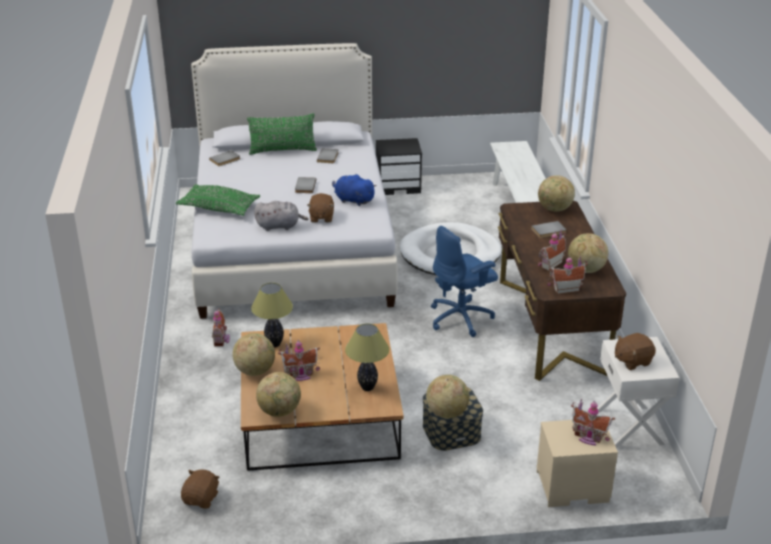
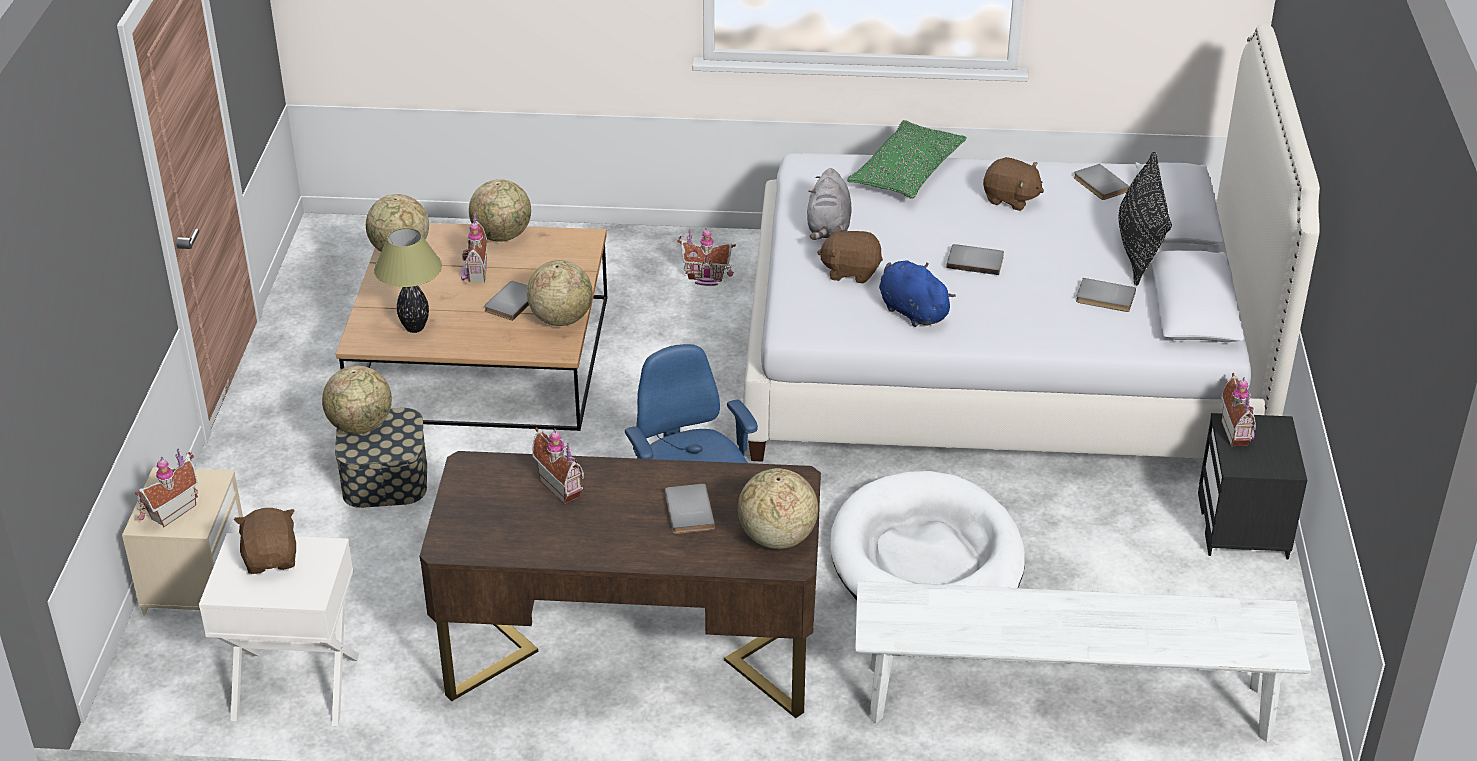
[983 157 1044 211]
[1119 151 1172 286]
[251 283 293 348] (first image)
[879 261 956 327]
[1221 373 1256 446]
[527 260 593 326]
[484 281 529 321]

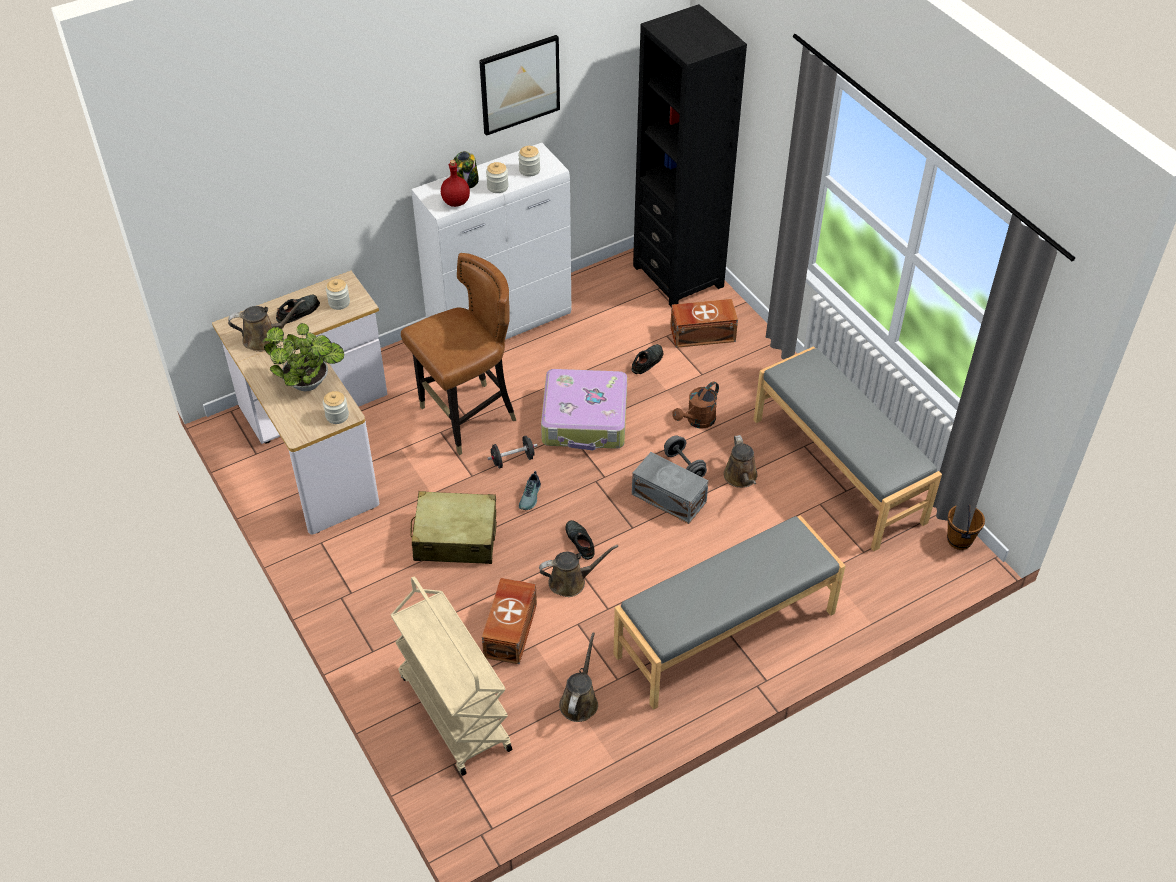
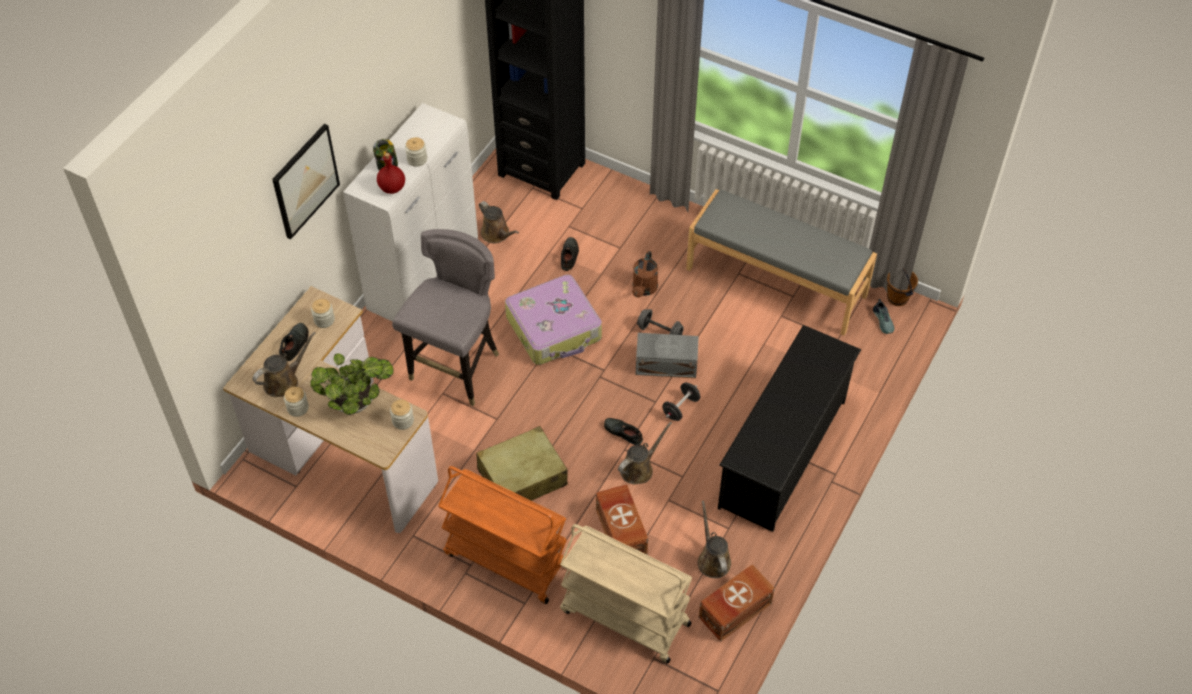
[392 229 499 406]
[272 124 340 240]
[662 382 700 421]
[284 387 309 417]
[873 299 894 334]
[718 325 861 532]
[699 565 775 642]
[479 201 519 243]
[438 466 567 604]

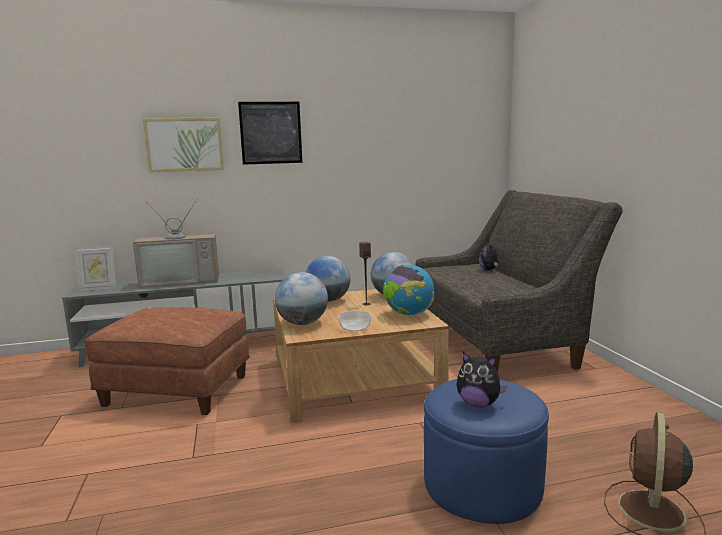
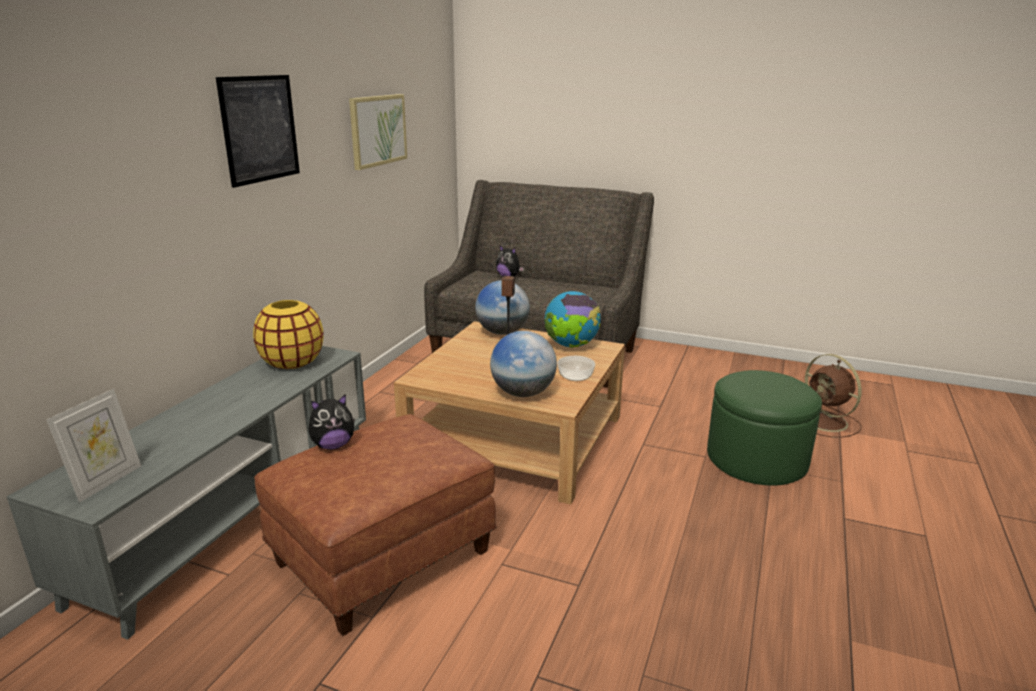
[133 200 219 288] (first image)
[349 94 407 170]
[306 256 351 302] (first image)
[707 370 822 486]
[309 394 355 450]
[253 300 324 369]

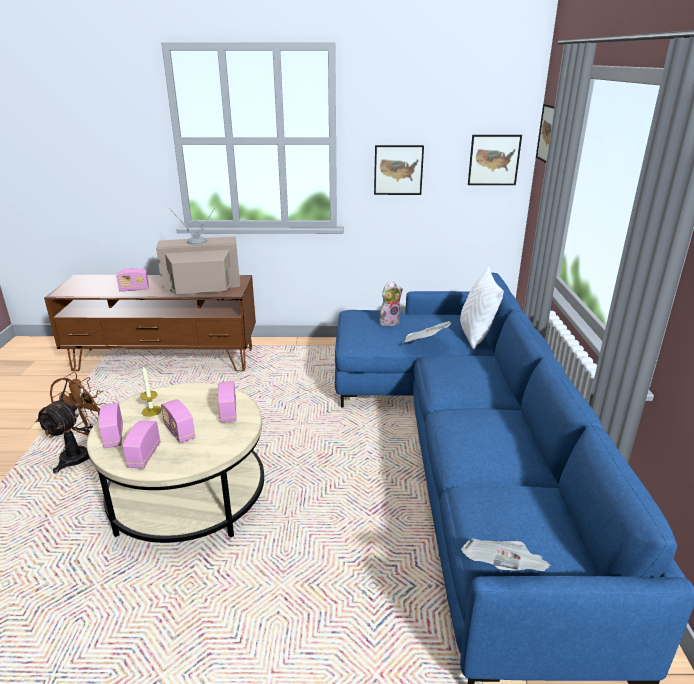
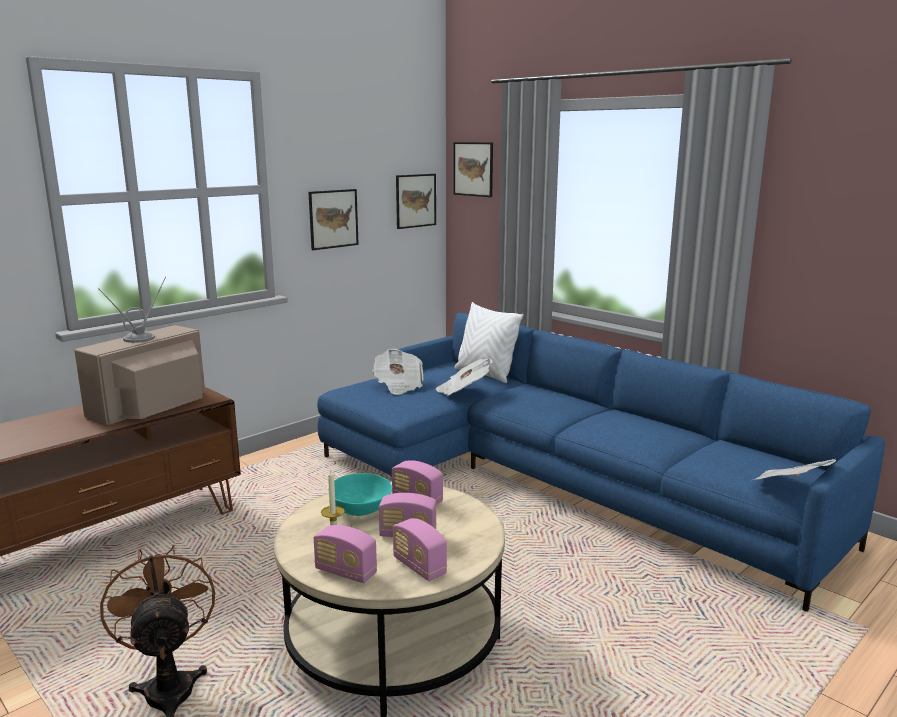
[116 268 149 292] (first image)
[372 349 423 395]
[328 473 392 516]

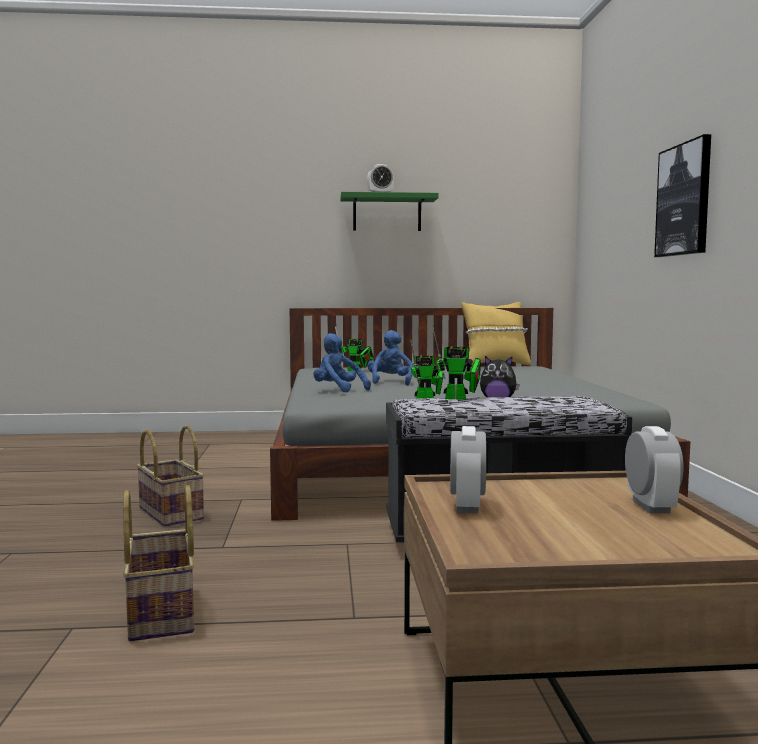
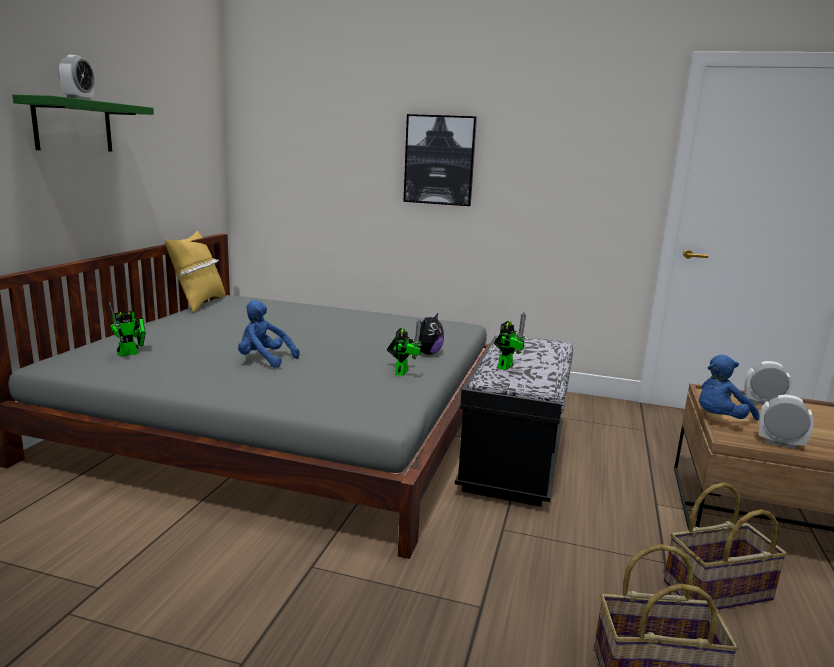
[664 483 787 610]
[699 355 759 420]

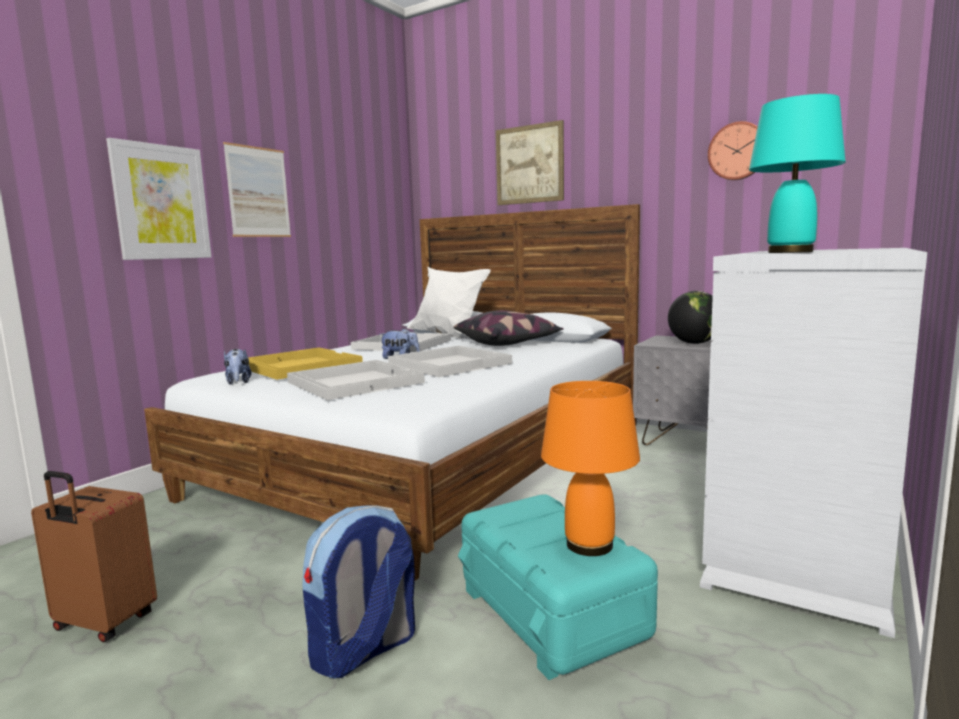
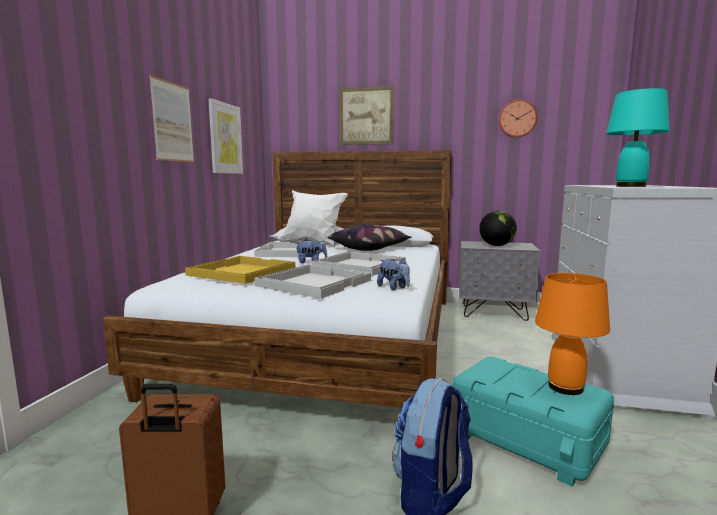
[208 98 243 174]
[377 258 410 290]

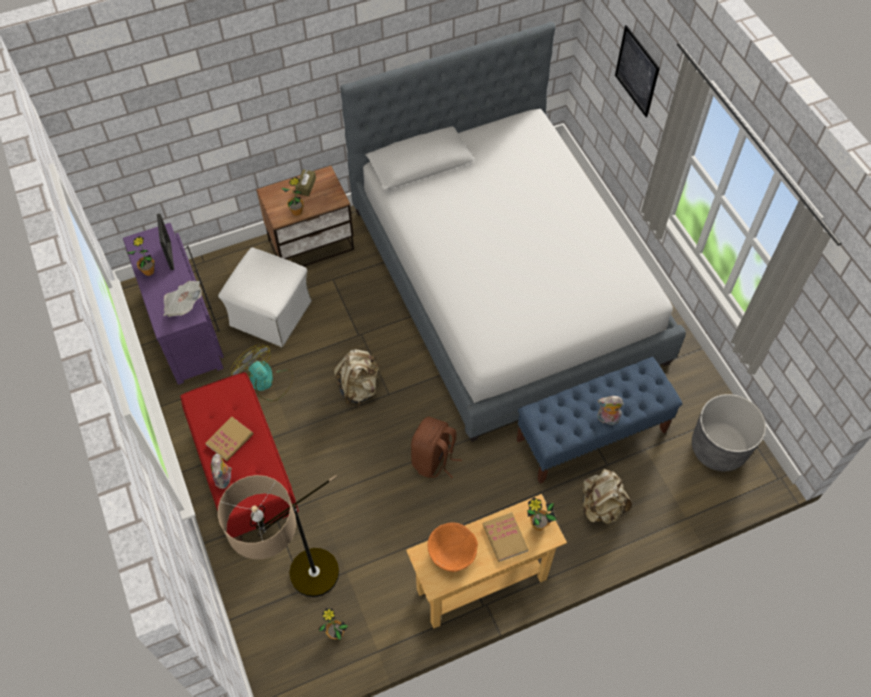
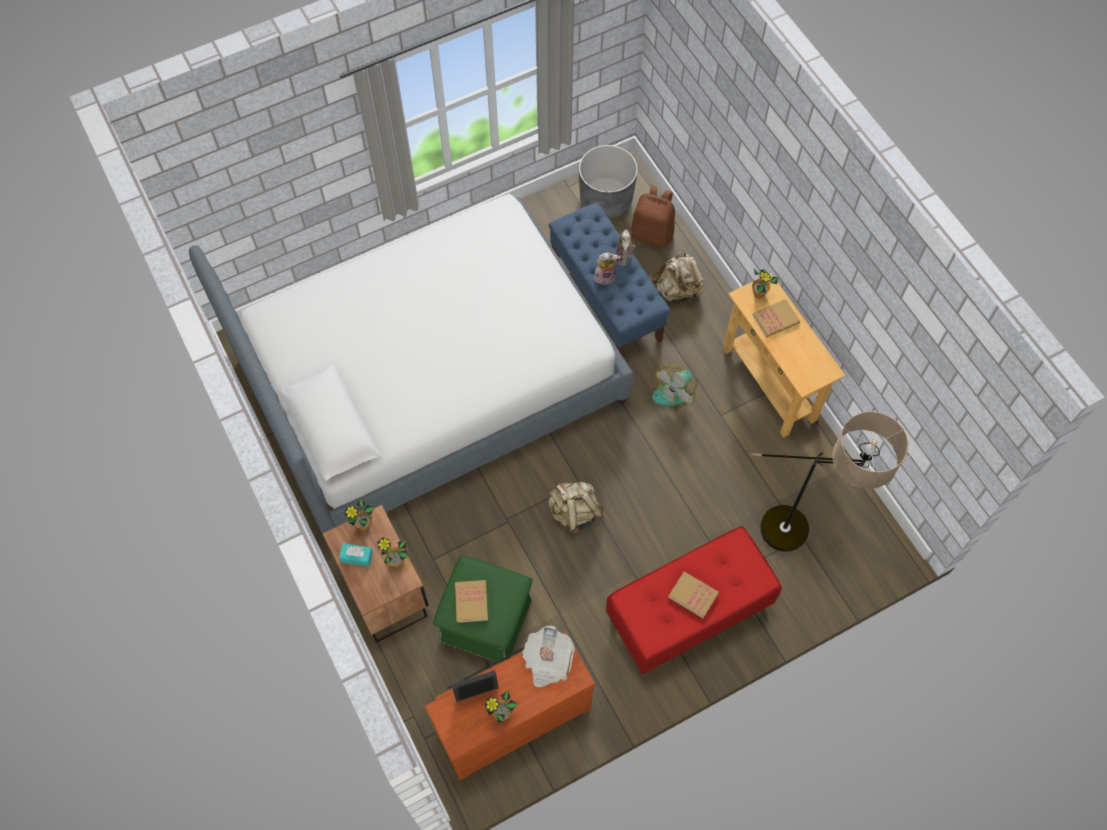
[425 632 595 780]
[594 253 621 285]
[433 555 532 663]
[652 365 697 407]
[339 543 373 566]
[345 498 374 530]
[632 185 675 247]
[428 522 478 572] (first image)
[615 25 660 117] (first image)
[455 580 488 623]

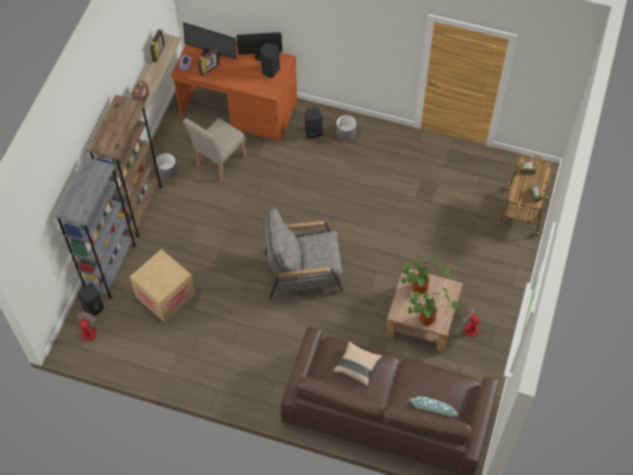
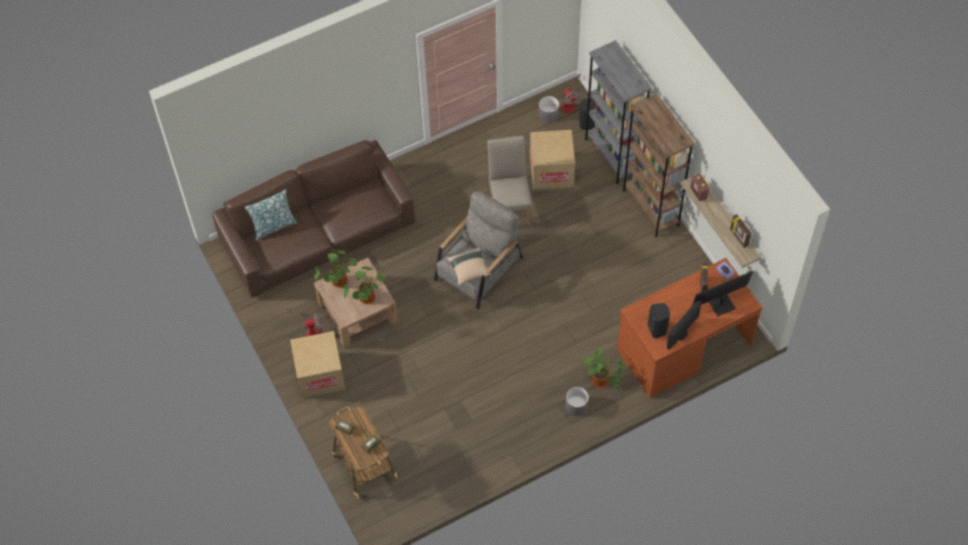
[539 96 559 123]
[487 135 532 225]
[581 348 624 388]
[447 247 491 285]
[290 331 346 398]

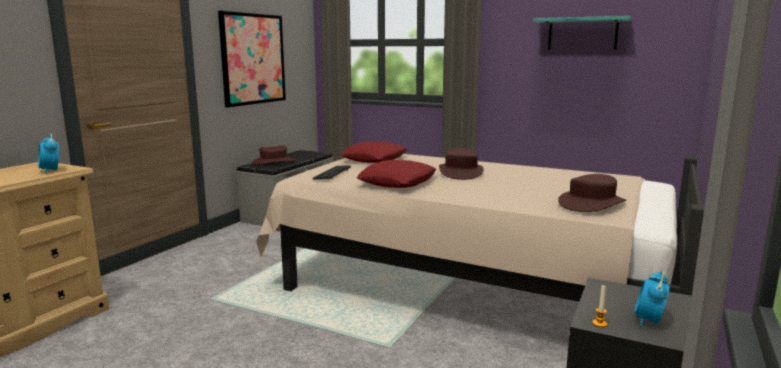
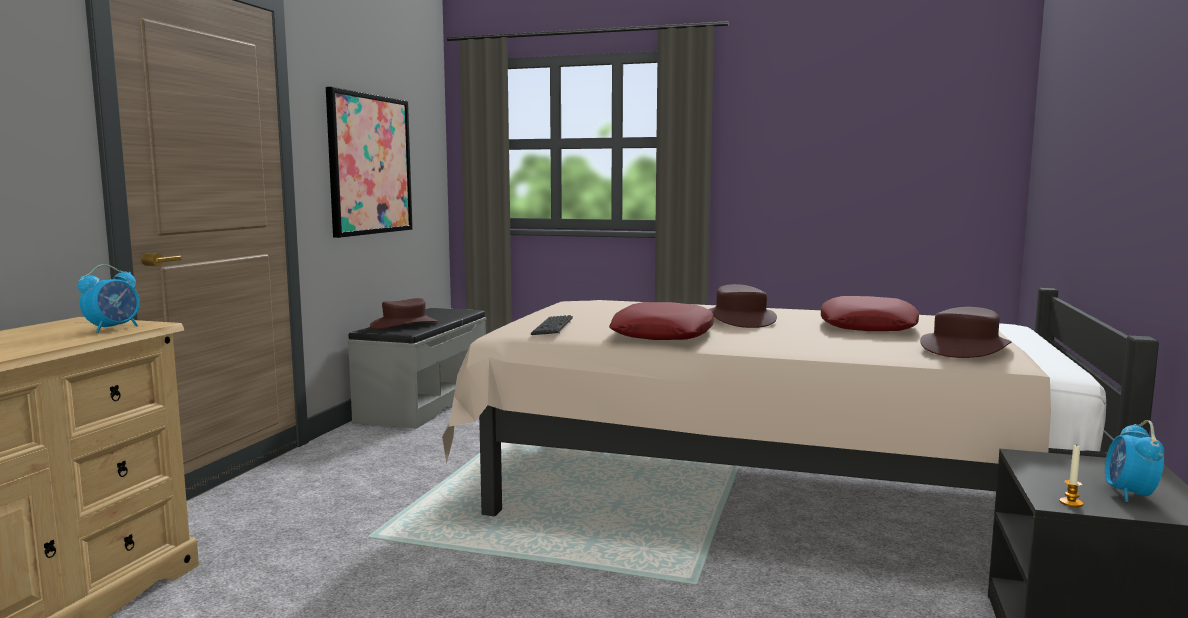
[78 264 140 333]
[821 296 919 331]
[533 16 632 50] (first image)

